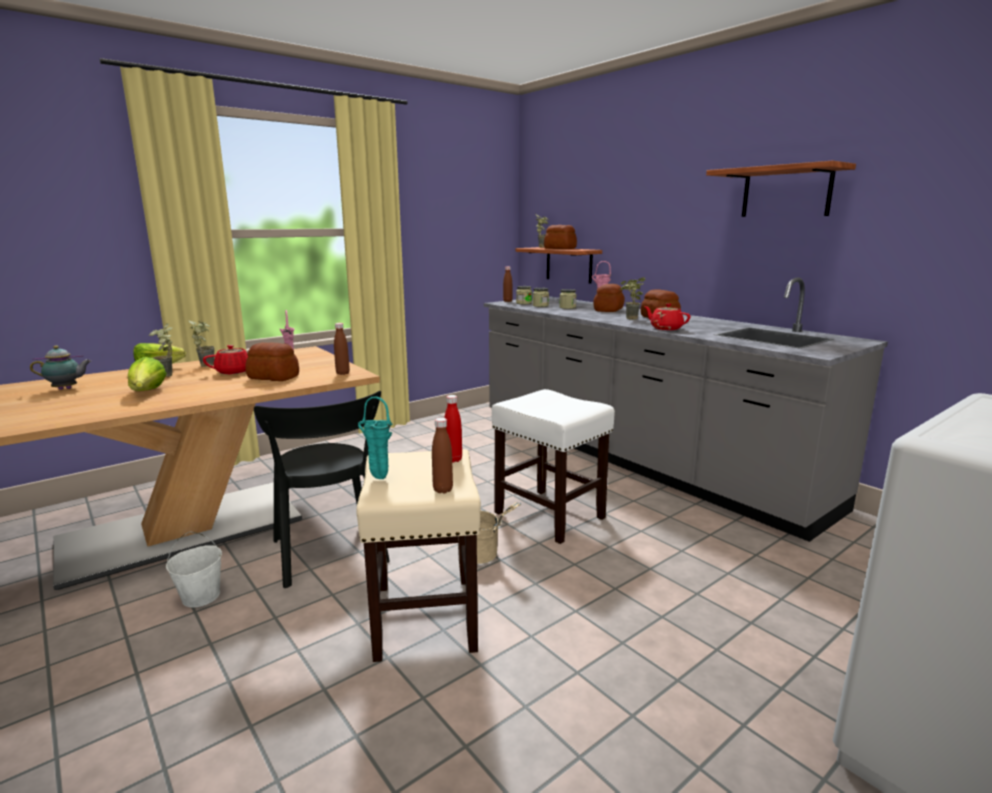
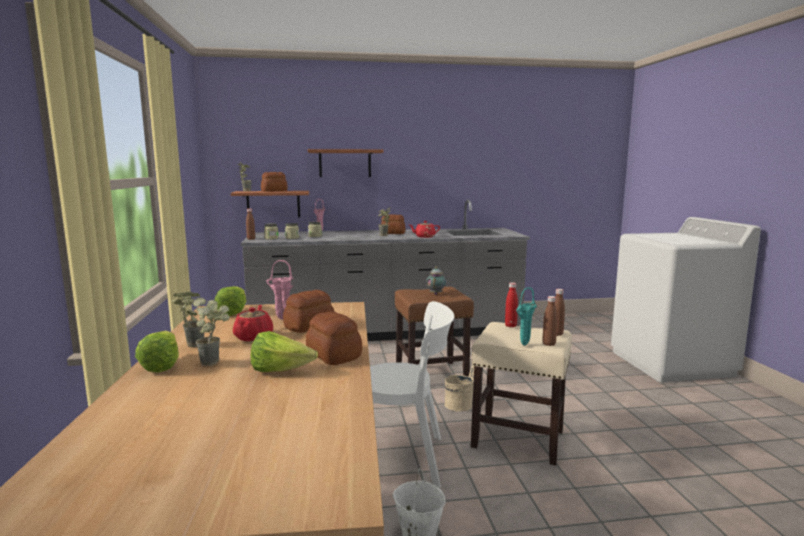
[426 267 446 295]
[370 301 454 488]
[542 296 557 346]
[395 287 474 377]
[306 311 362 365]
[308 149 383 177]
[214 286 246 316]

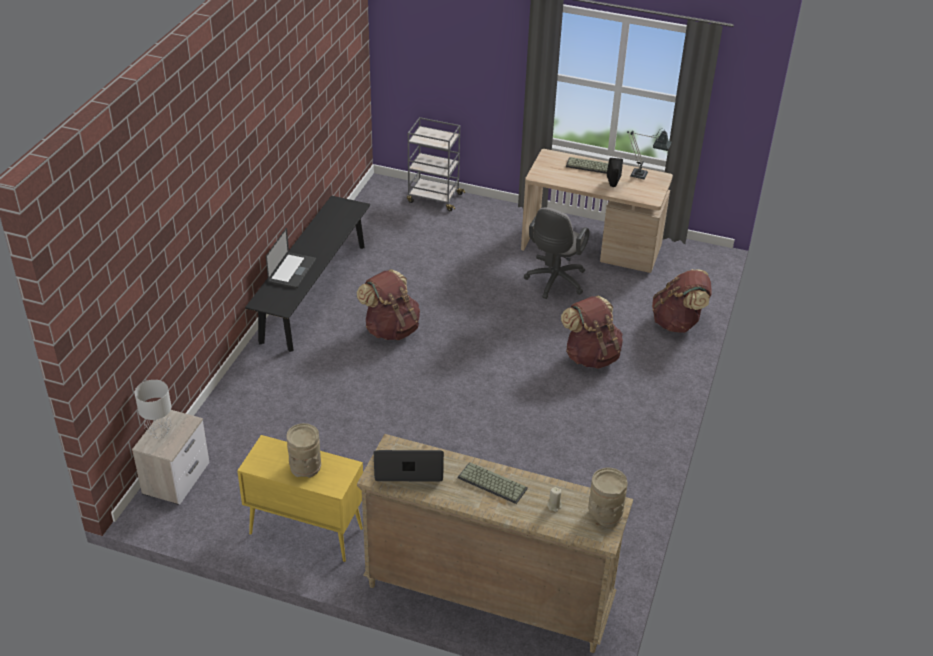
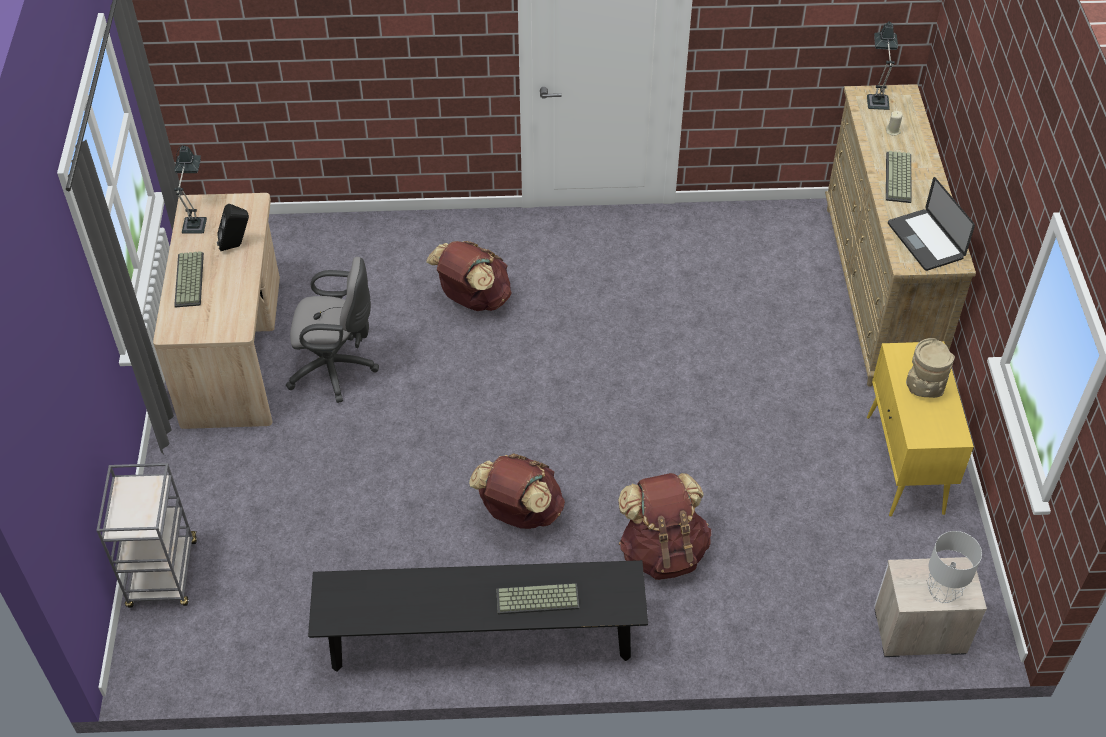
[496 583 579 615]
[867 21 898 110]
[618 473 711 580]

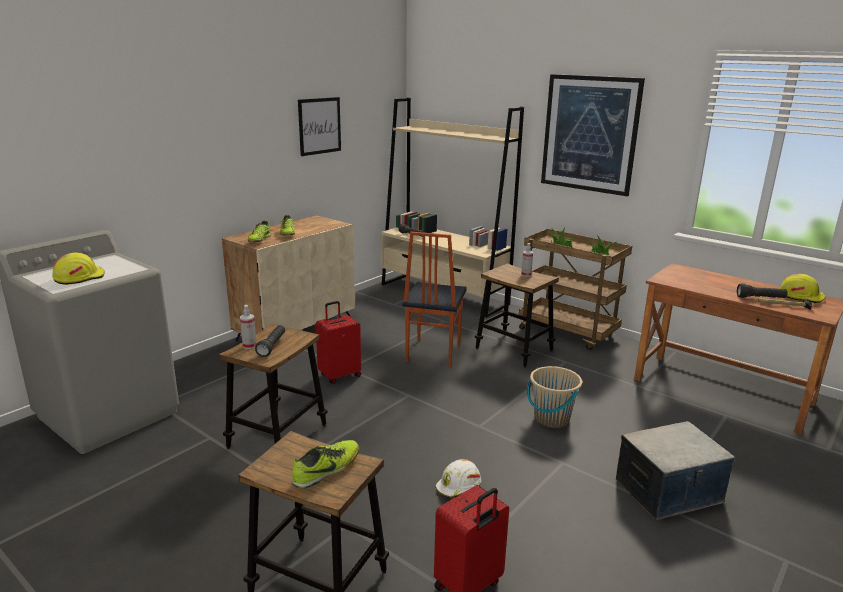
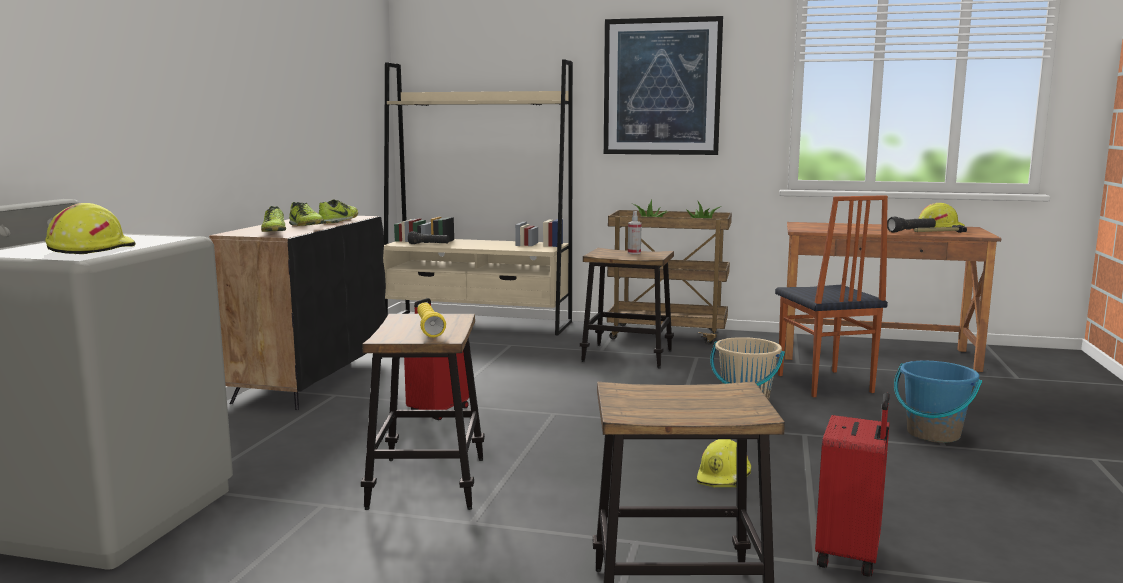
[209 216 387 410]
[240 305 256 349] (first image)
[417 302 446 337]
[319 199 358 224]
[298 97 341 156] (first image)
[775 195 888 397]
[697 439 751 487]
[894 361 982 443]

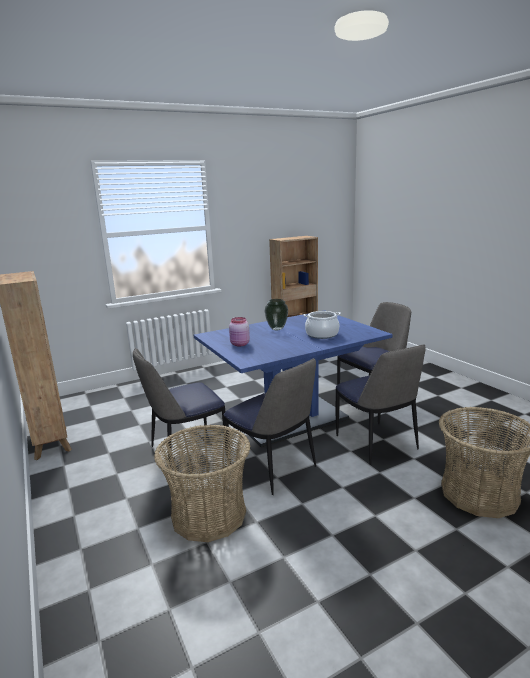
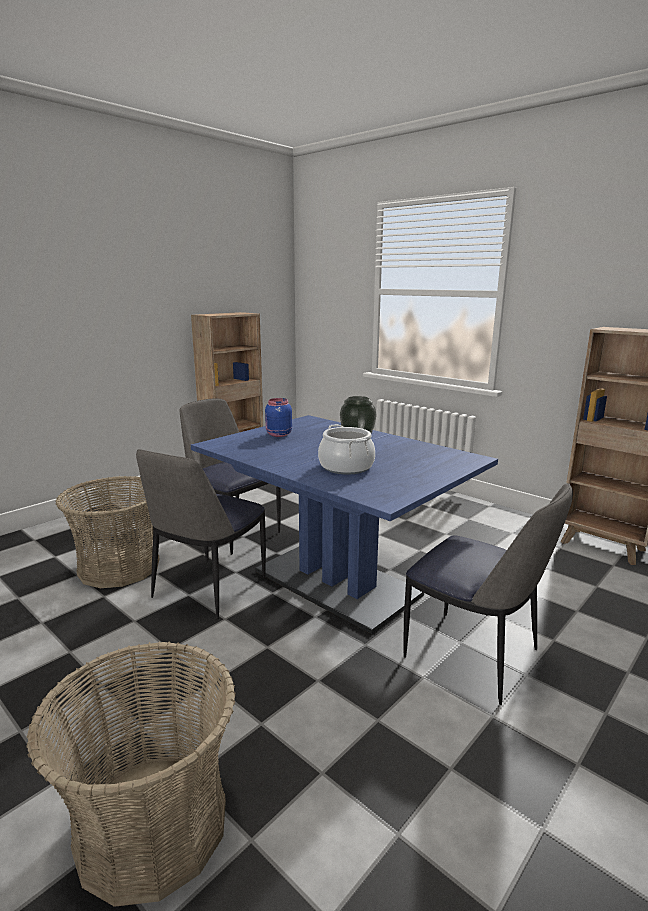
[265 398 292 437]
[335 345 426 465] (first image)

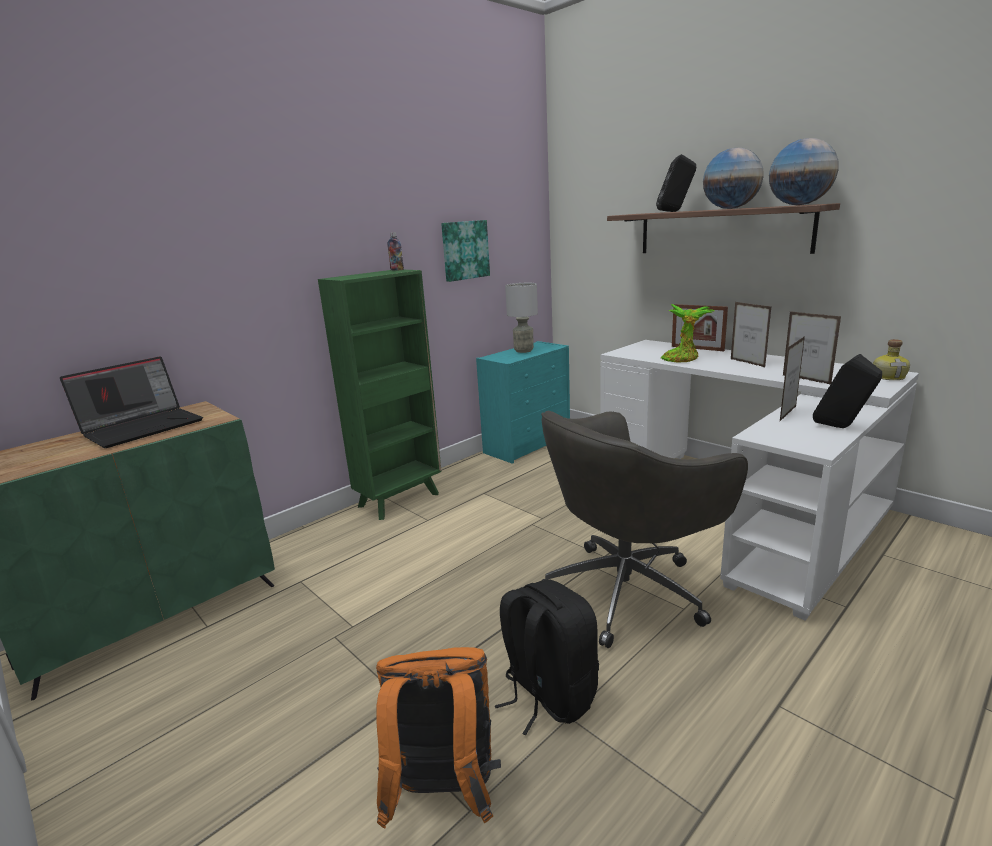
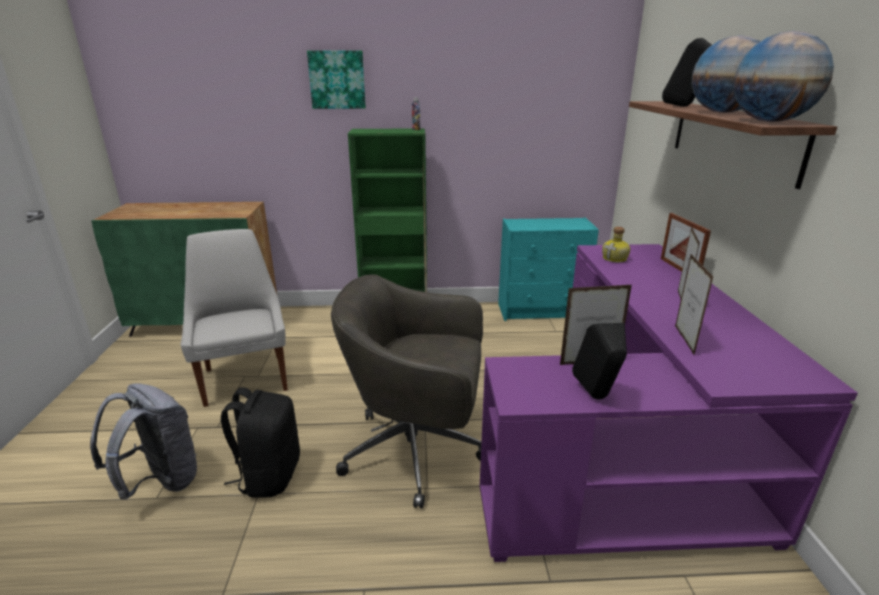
[60 356 203 448] (first image)
[90 383 197 500]
[307 50 366 109]
[505 283 538 353] (first image)
[480 244 858 562]
[661 304 714 363] (first image)
[602 227 630 262]
[180 229 288 407]

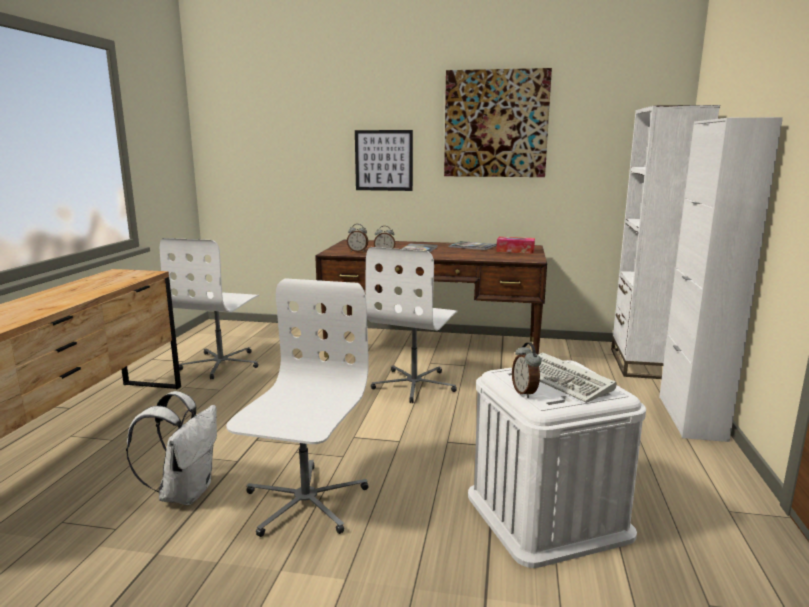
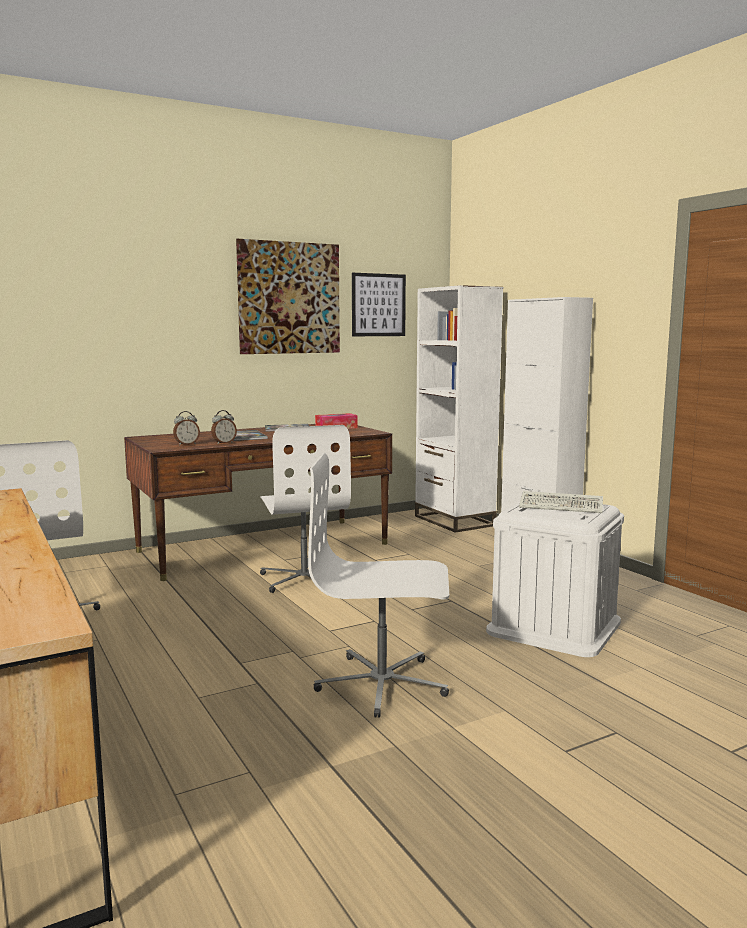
[126 391 217 505] (first image)
[308 453 449 718]
[352 273 406 336]
[512 343 541 398] (first image)

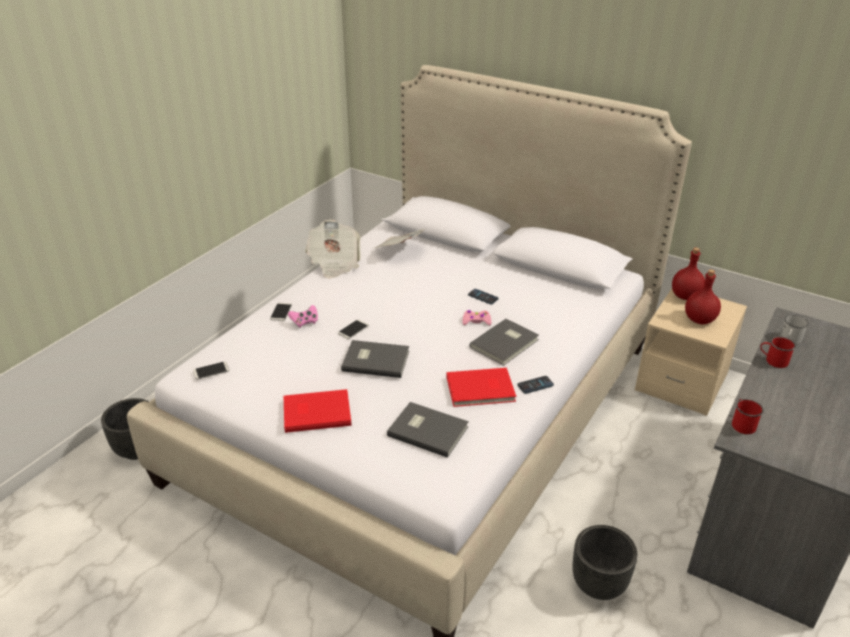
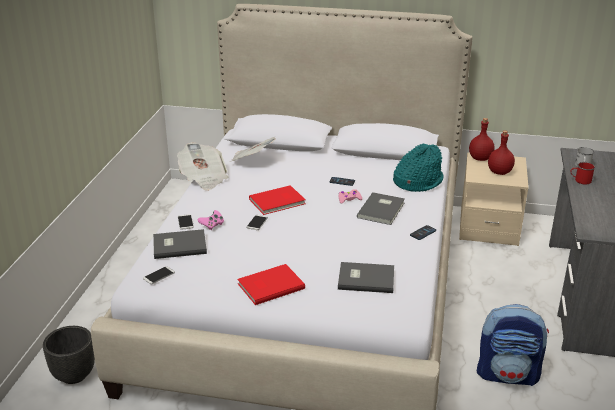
[153 229 207 259]
[249 185 305 215]
[477 304 549 386]
[732 399 764 434] (first image)
[393 143 444 192]

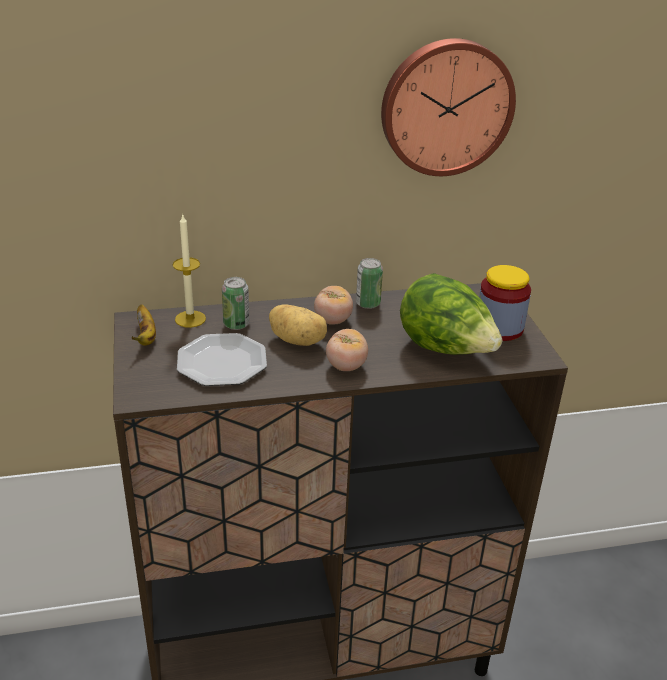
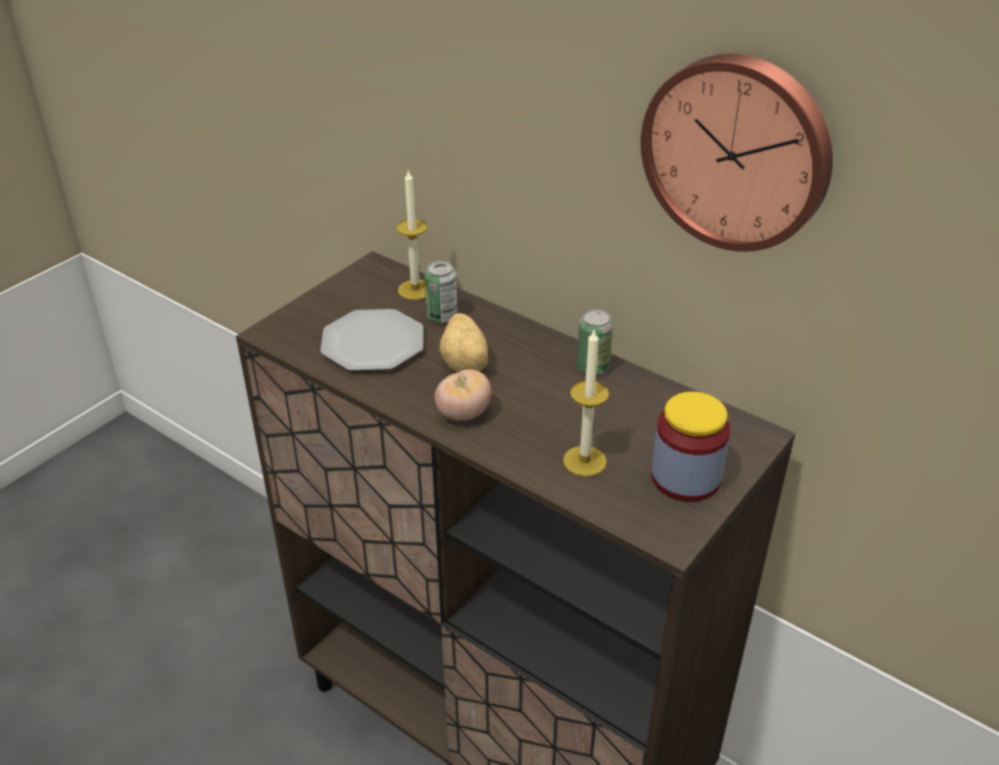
[131 304 156 346] (first image)
[314 286 353 325] (first image)
[563 328 609 476]

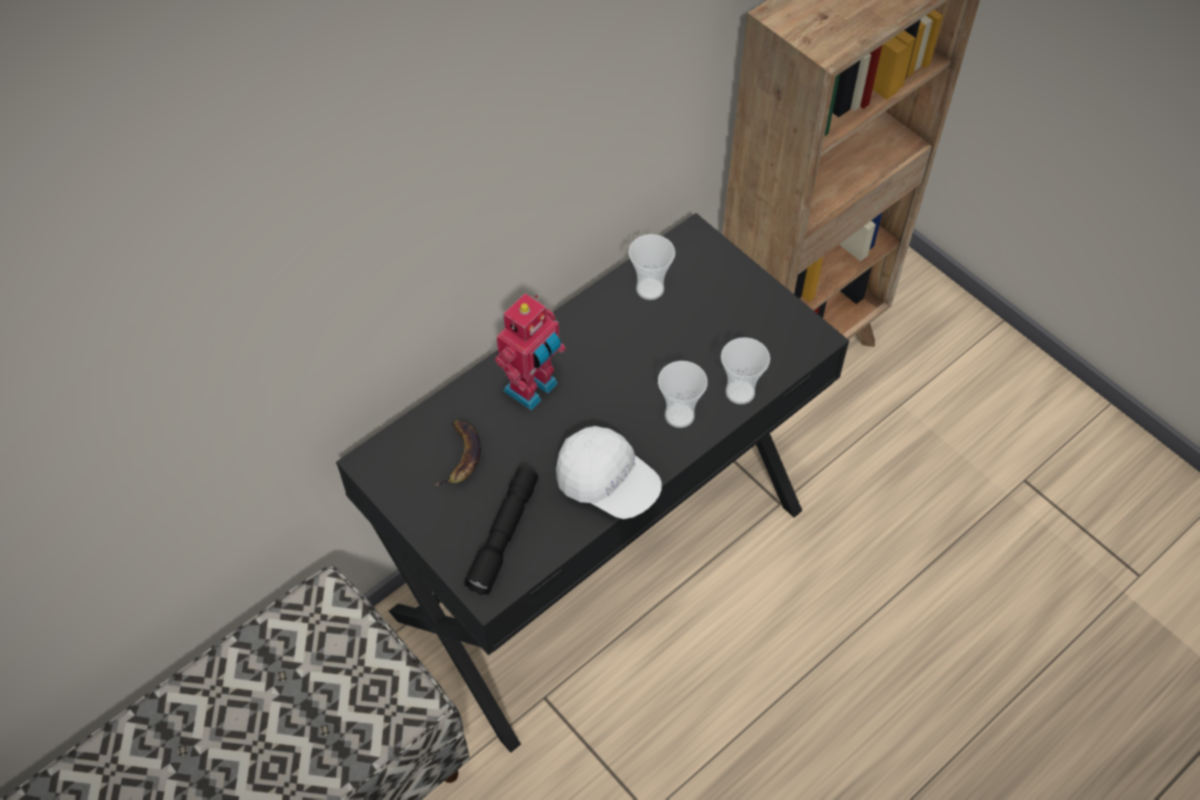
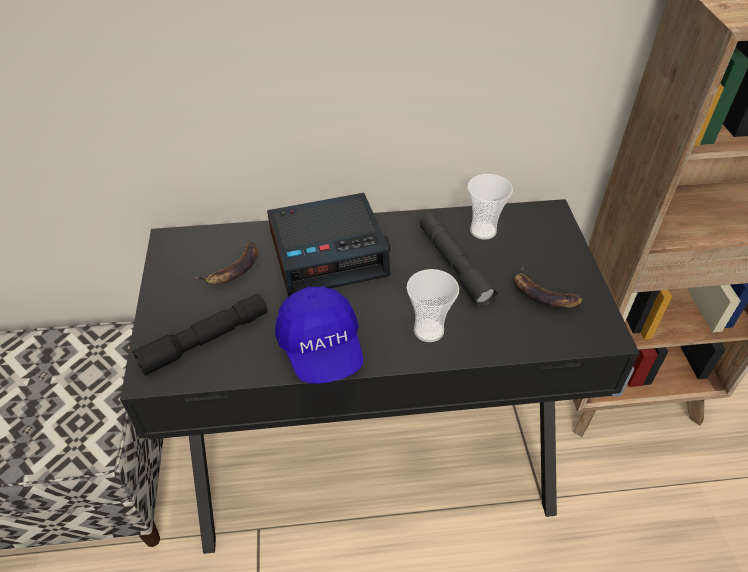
[267 193 390 297]
[275 287 363 384]
[721 337 770 404] (first image)
[420 213 499 308]
[514 267 583 308]

